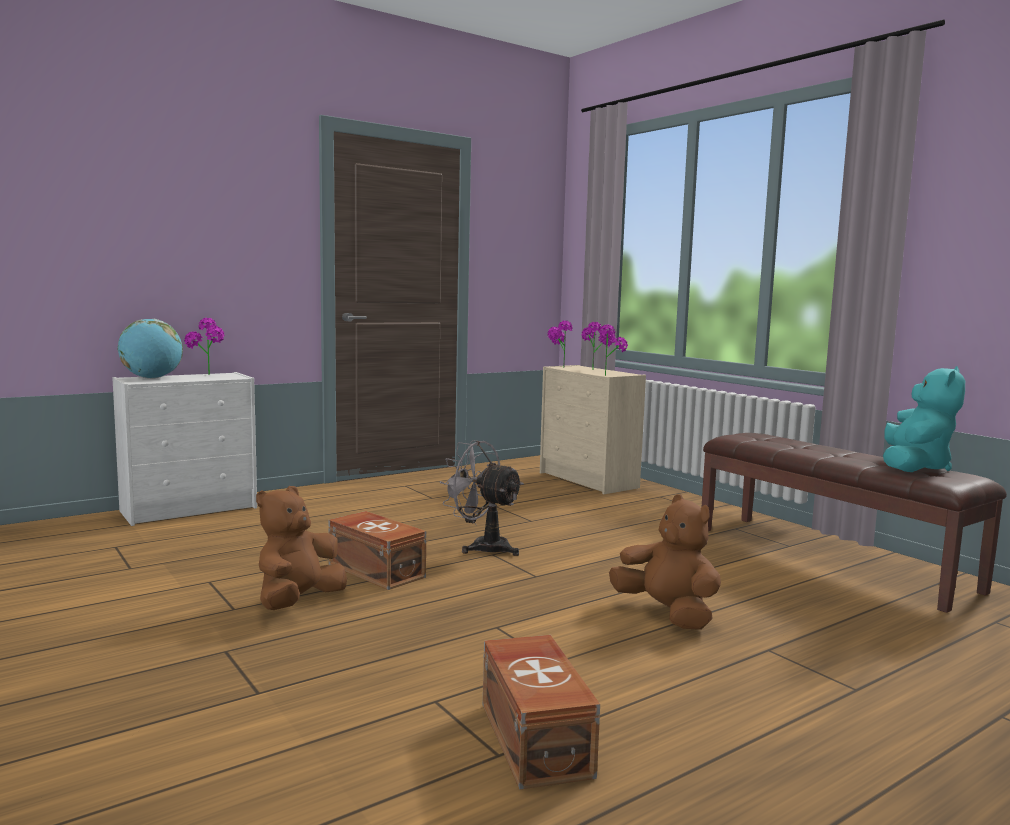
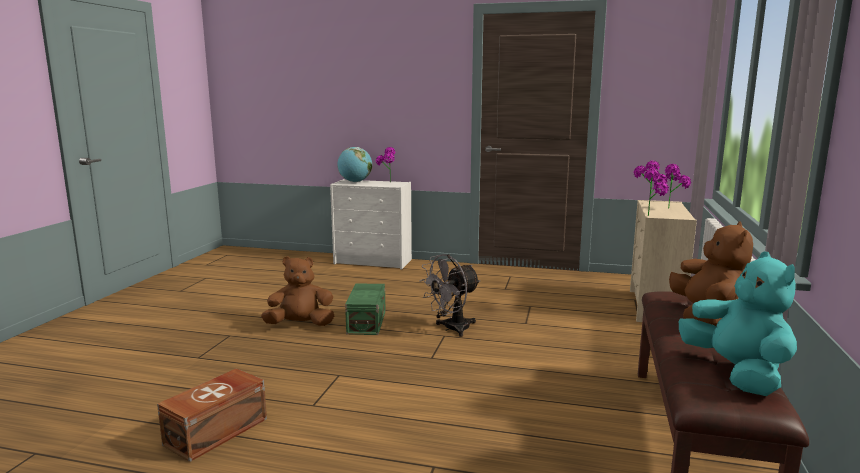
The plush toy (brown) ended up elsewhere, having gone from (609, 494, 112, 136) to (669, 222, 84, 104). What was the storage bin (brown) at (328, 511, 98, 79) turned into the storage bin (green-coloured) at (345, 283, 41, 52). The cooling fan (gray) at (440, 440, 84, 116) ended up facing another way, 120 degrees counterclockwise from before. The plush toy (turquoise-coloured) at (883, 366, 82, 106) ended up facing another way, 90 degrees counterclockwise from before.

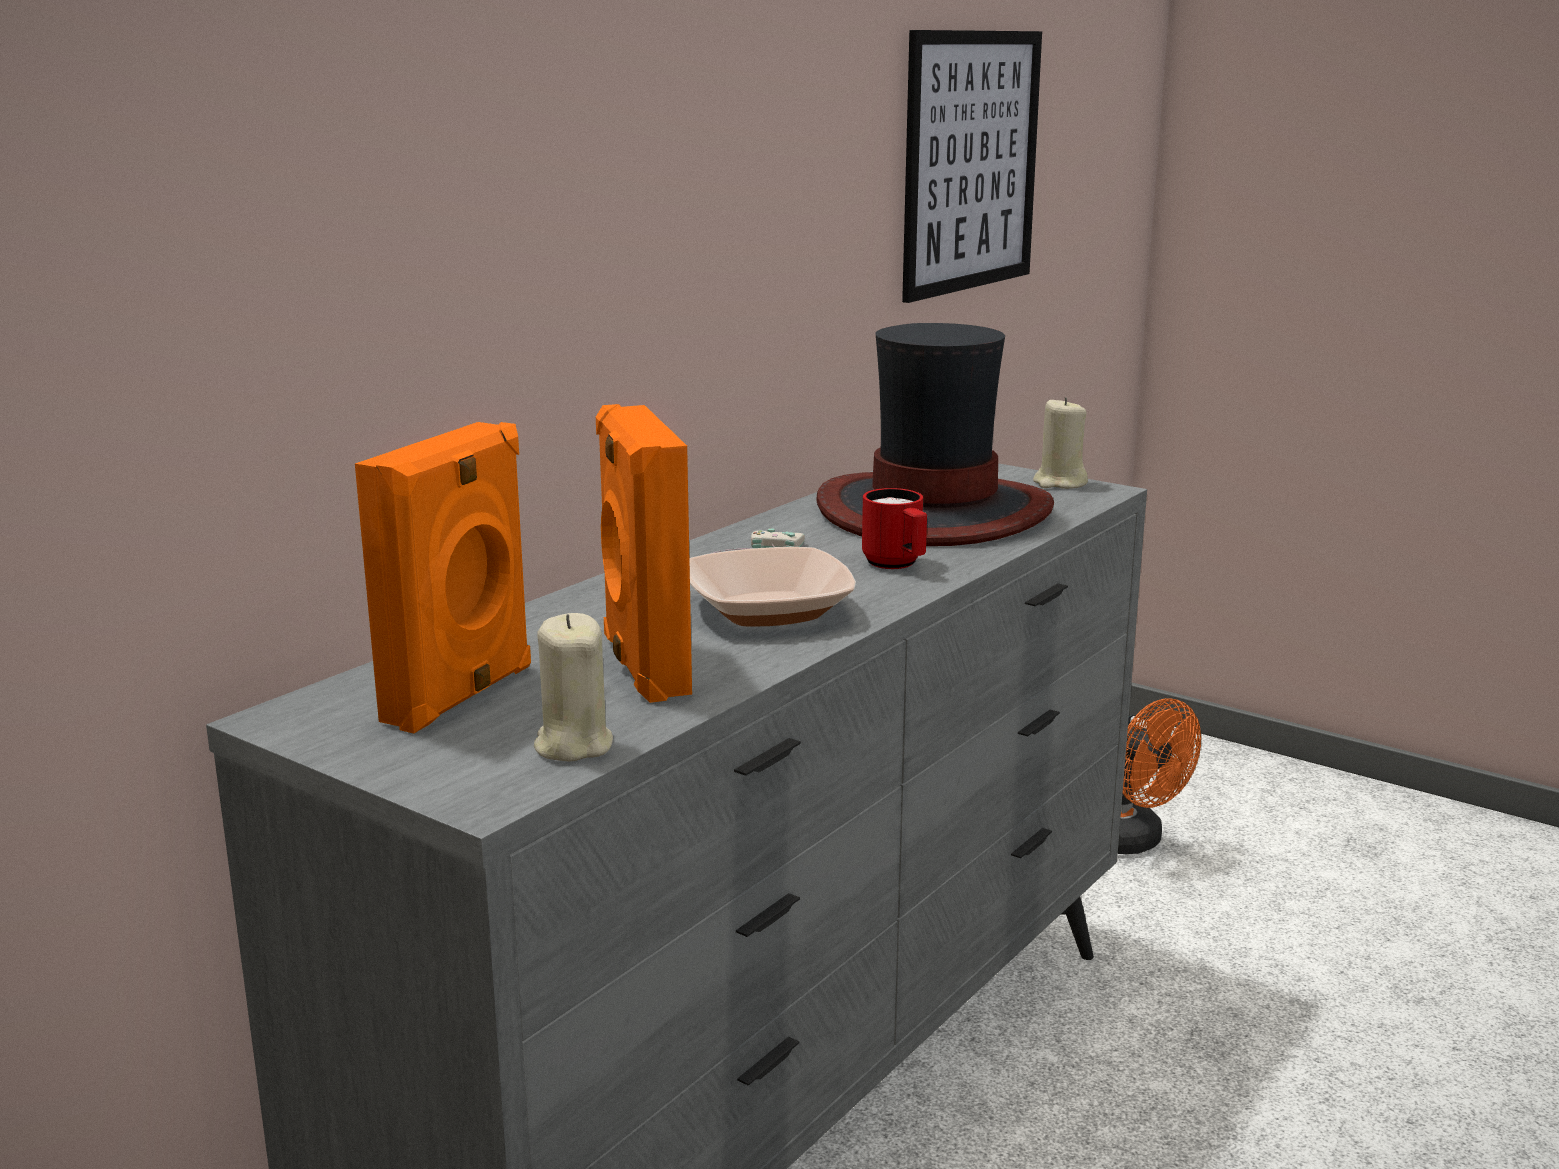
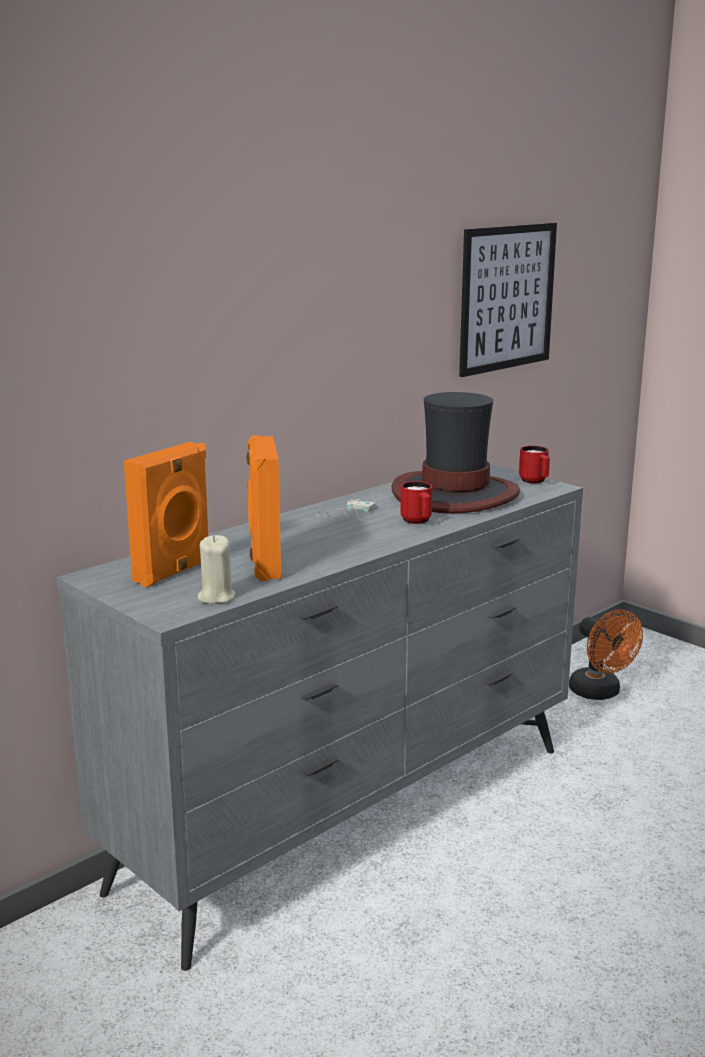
The second view lost the bowl at (689, 547, 167, 80). Where the wax light (sand-coloured) stood at (1033, 397, 55, 92), the coffee mug (red-coloured) came to stand at (519, 446, 31, 37).

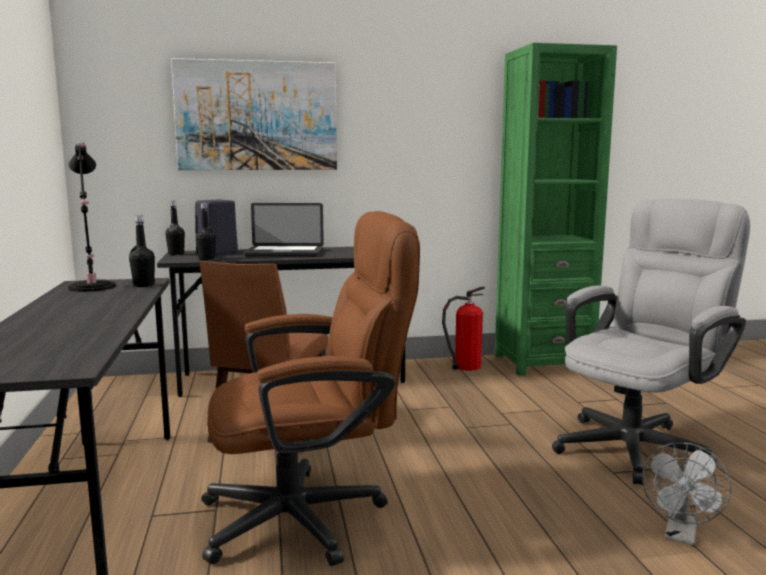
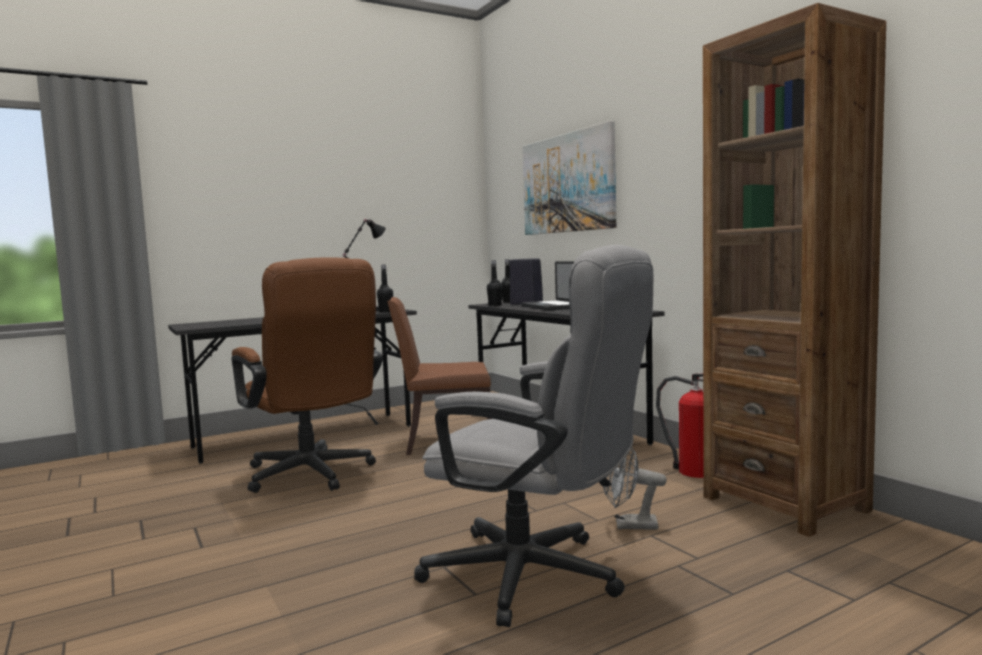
The cooling fan (gray) ended up elsewhere, having gone from (642, 442, 89, 104) to (603, 448, 64, 82). What was the shelving unit (green-coloured) at (495, 43, 122, 333) turned into the shelving unit (brown) at (703, 3, 183, 534).

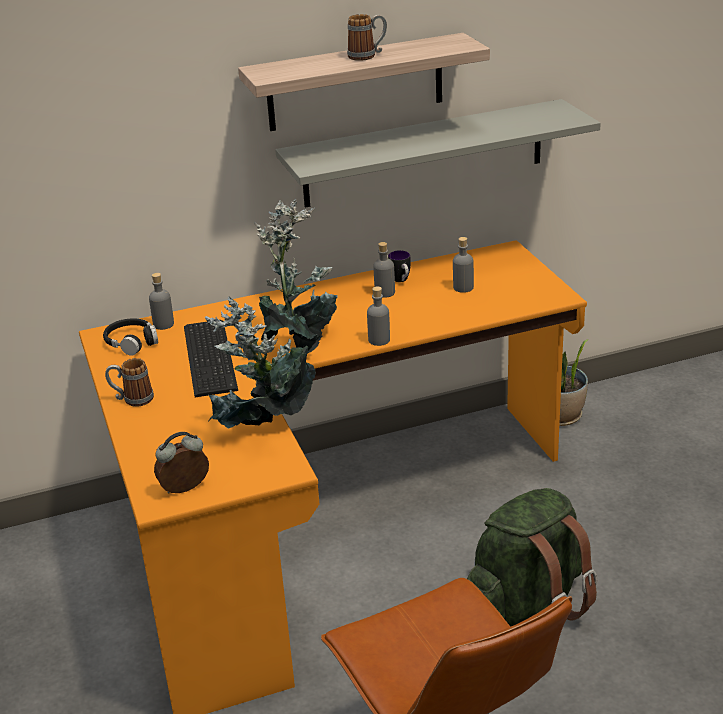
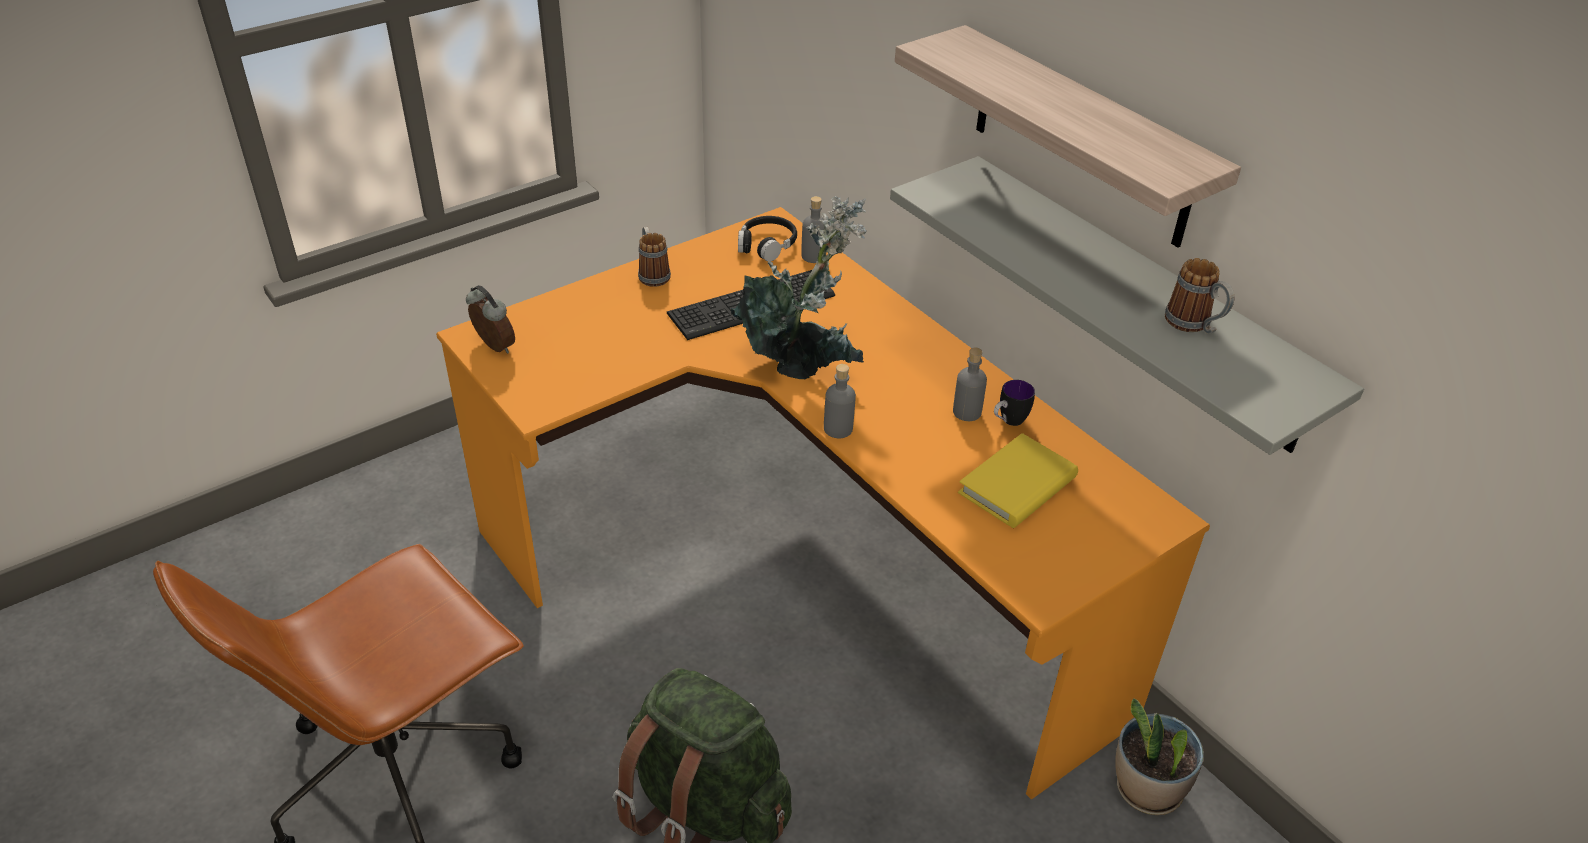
The second view lost the plant in a pot at (205, 296, 111, 133). The coffee mug ended up elsewhere, having gone from (347, 14, 40, 47) to (1165, 258, 69, 76). Where the drink bottle (gray) stood at (453, 237, 21, 56), the bound book (yellow-coloured) came to stand at (958, 433, 120, 95).

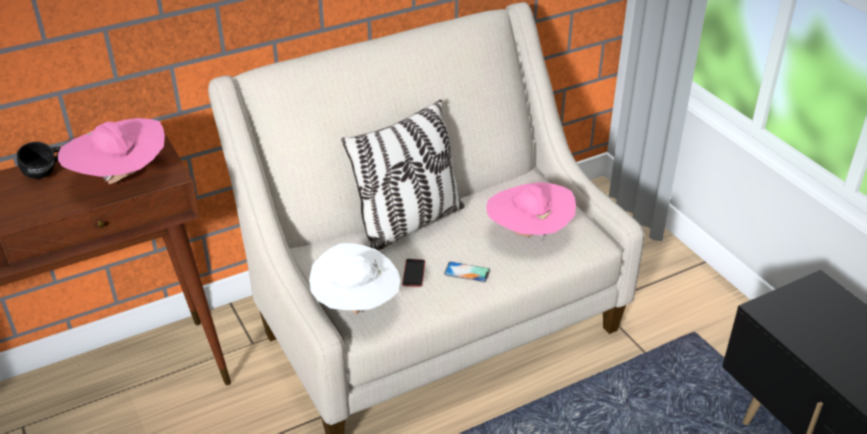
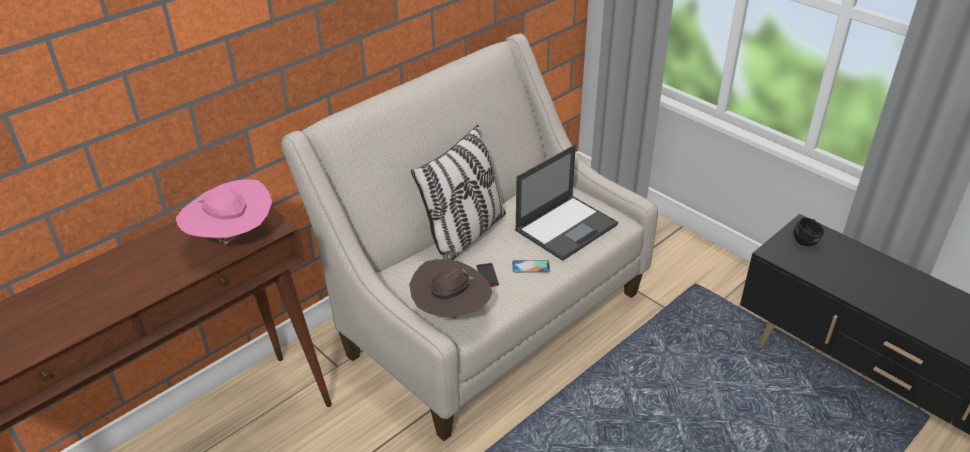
The coffee mug (black) ended up elsewhere, having gone from (17, 142, 43, 37) to (794, 217, 30, 29). Where the wearable hat (pink) stood at (486, 182, 90, 58), the portable computer came to stand at (515, 145, 103, 116). What was the wearable hat (whitish) at (309, 243, 92, 71) turned into the wearable hat (brown) at (409, 259, 83, 60).

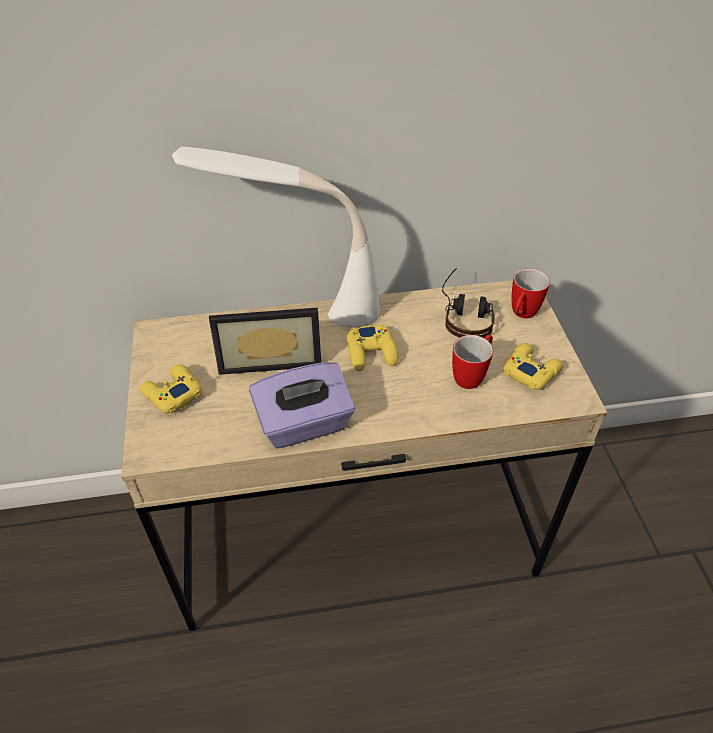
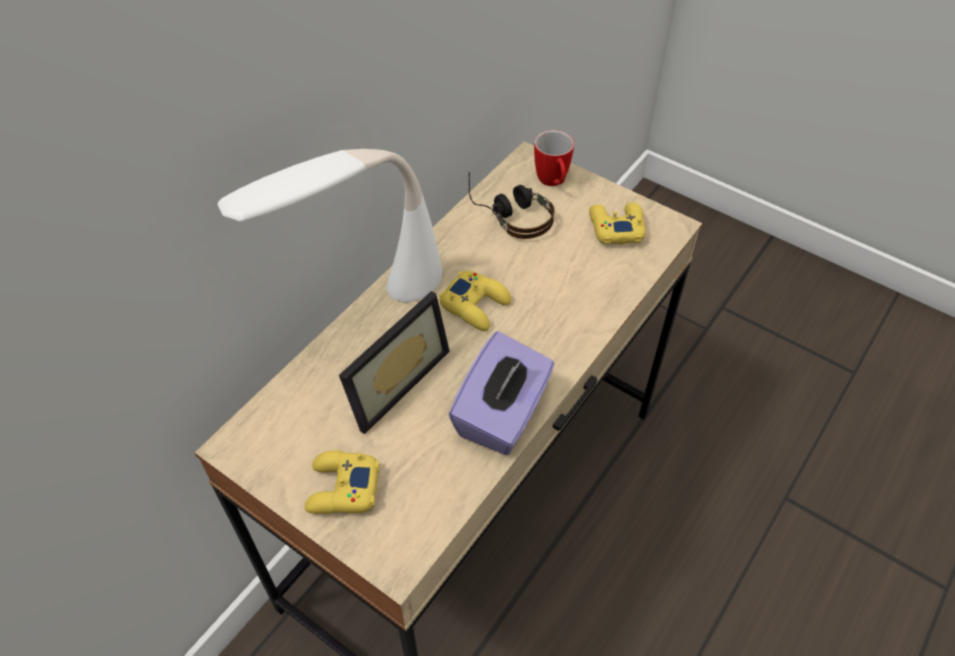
The second view lost the coffee mug at (452, 334, 41, 55).

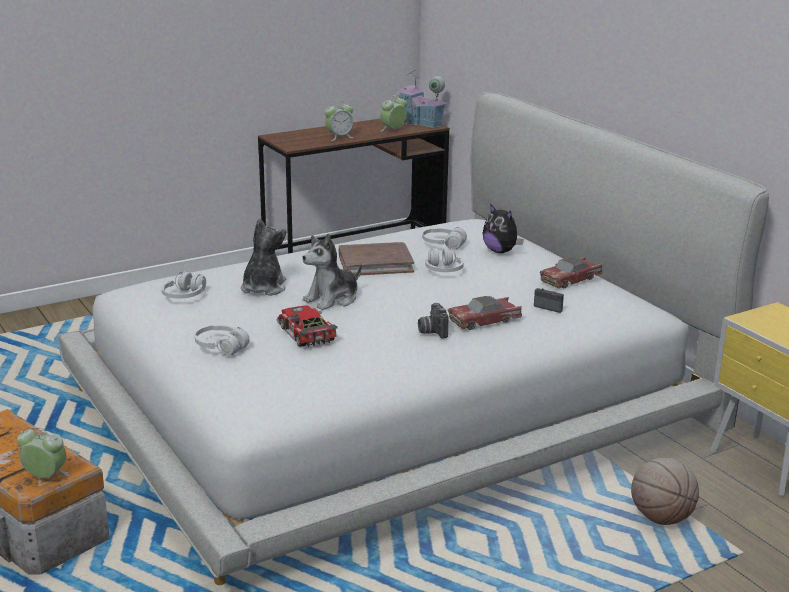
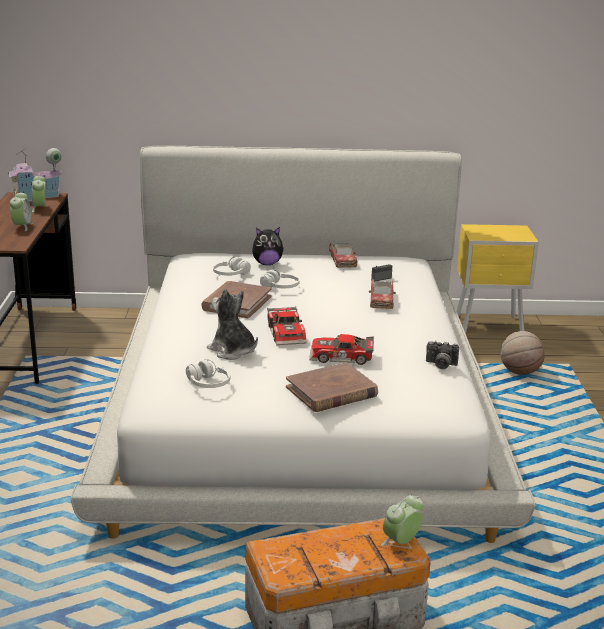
The still camera ended up elsewhere, having gone from (418, 303, 30, 36) to (426, 341, 33, 28). Where the pair of headphones (whitish) stood at (195, 325, 55, 31), the bound book (brown) came to stand at (286, 362, 92, 50). Where the plush toy stood at (302, 234, 60, 76), the model car came to stand at (267, 307, 40, 38).

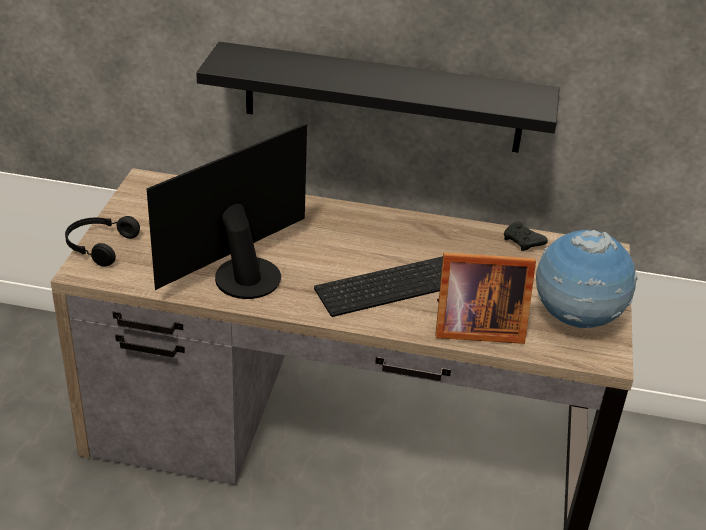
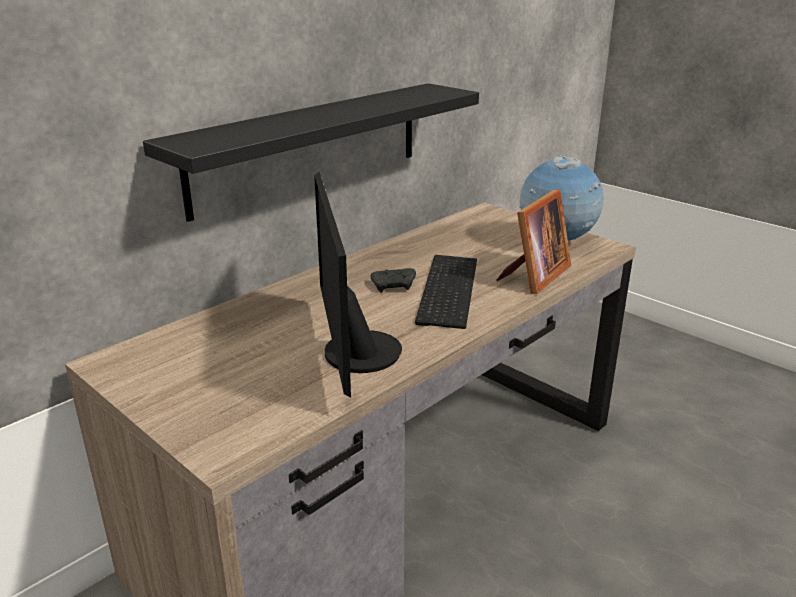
The second view lost the pair of headphones (black) at (65, 216, 75, 51). The joypad (black) ended up elsewhere, having gone from (504, 221, 44, 30) to (371, 268, 45, 25).

